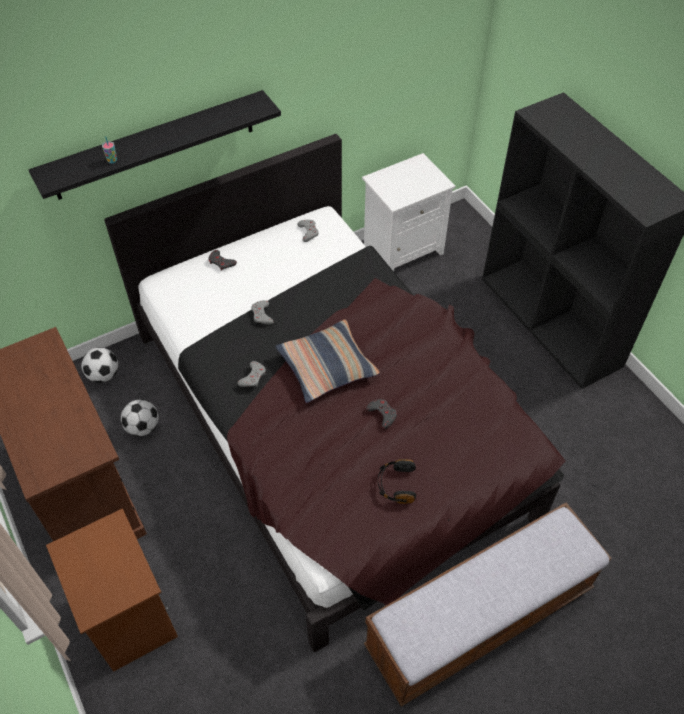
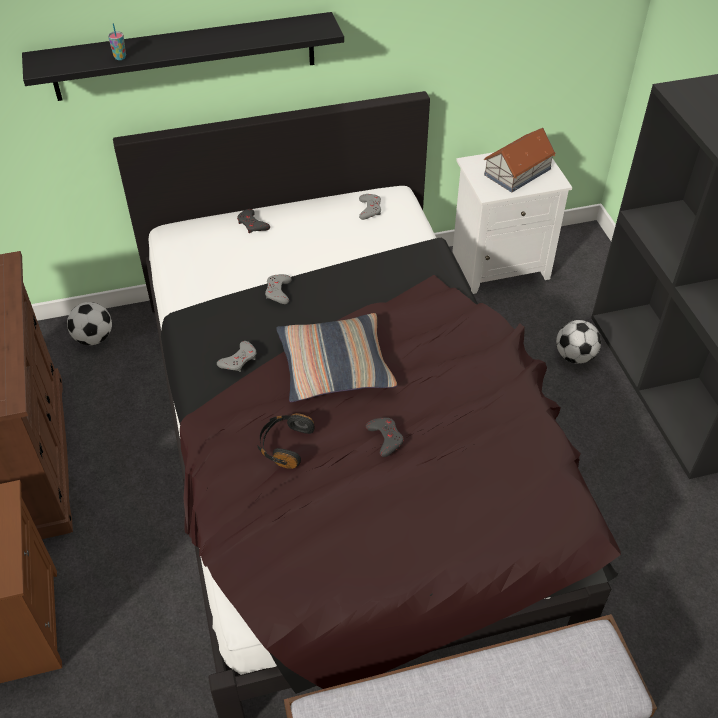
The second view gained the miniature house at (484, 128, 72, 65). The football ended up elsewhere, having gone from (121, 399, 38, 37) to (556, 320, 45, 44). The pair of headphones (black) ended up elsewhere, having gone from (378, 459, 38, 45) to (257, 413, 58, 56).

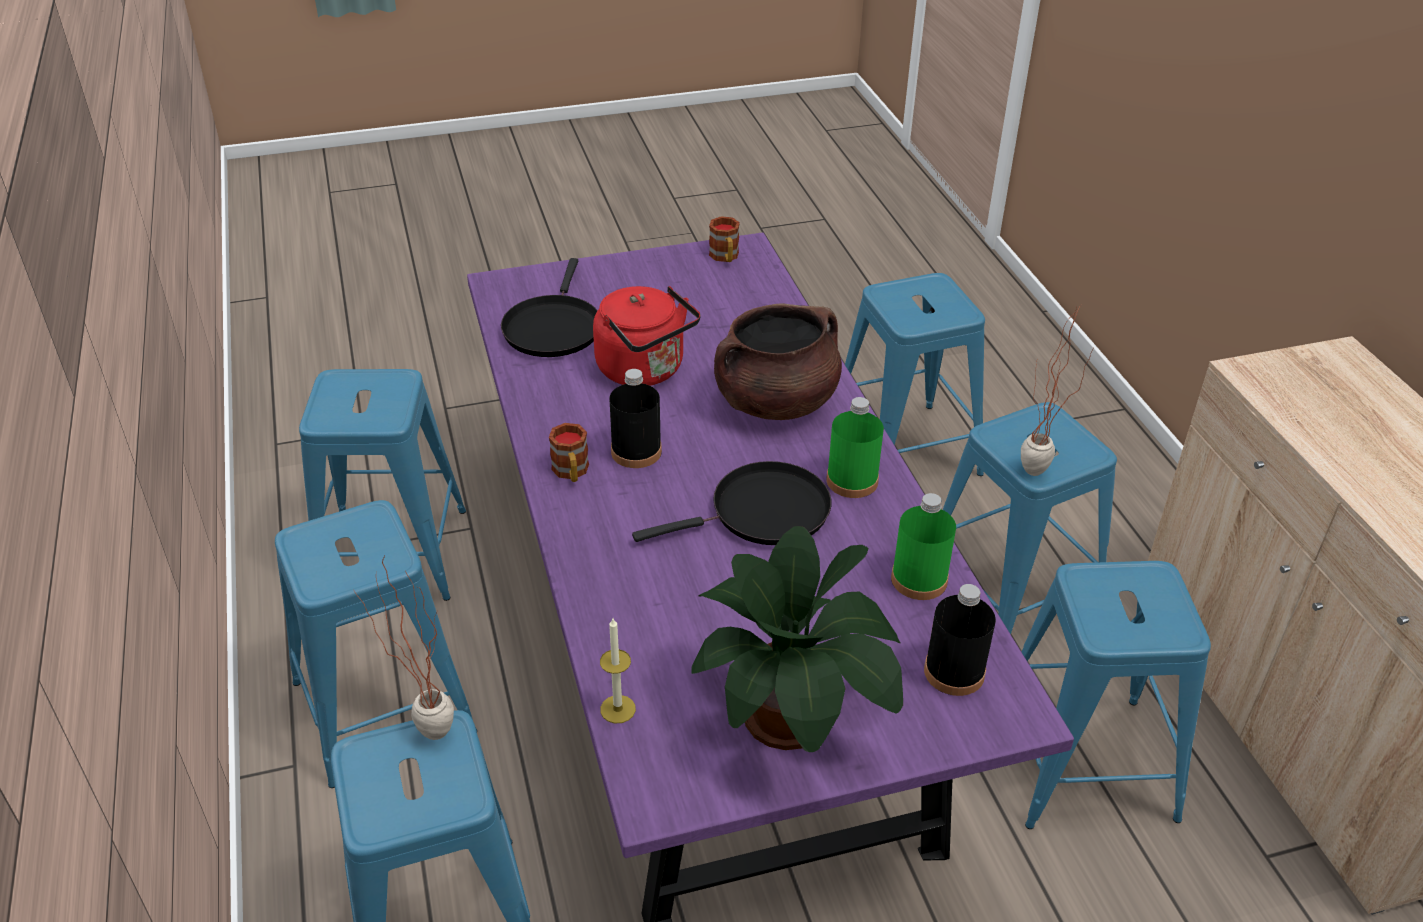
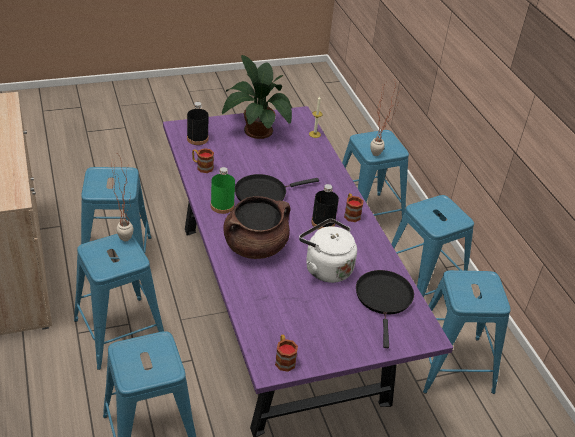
Where the drink bottle (green-coloured) stood at (891, 493, 65, 107), the coffee mug came to stand at (192, 148, 22, 25). What was the tea kettle (red-coloured) at (593, 286, 107, 100) turned into the tea kettle (whitish) at (299, 219, 58, 64).

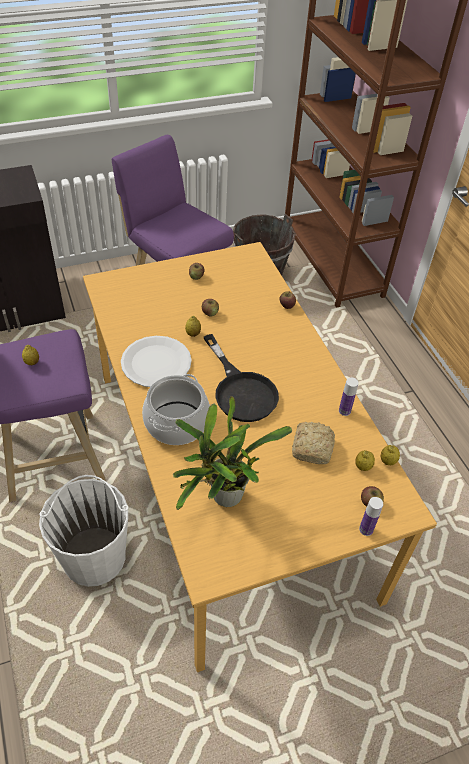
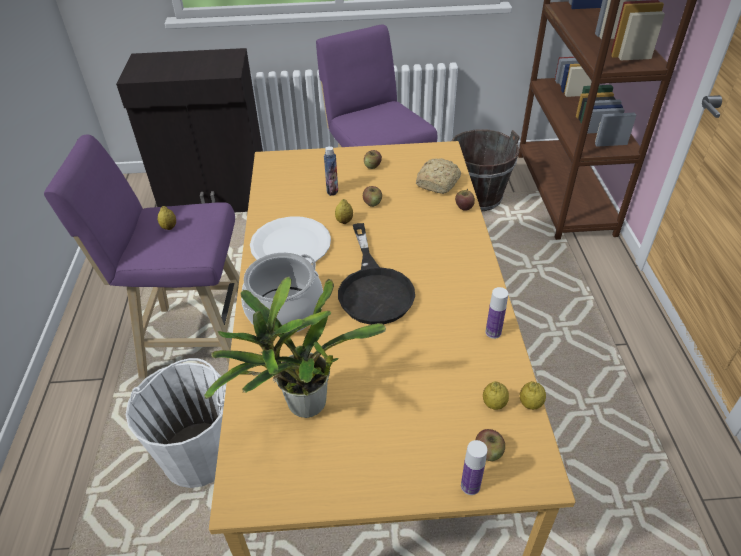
The second view gained the drink bottle at (324, 146, 14, 50). The bread ended up elsewhere, having gone from (292, 422, 43, 42) to (416, 158, 45, 36).

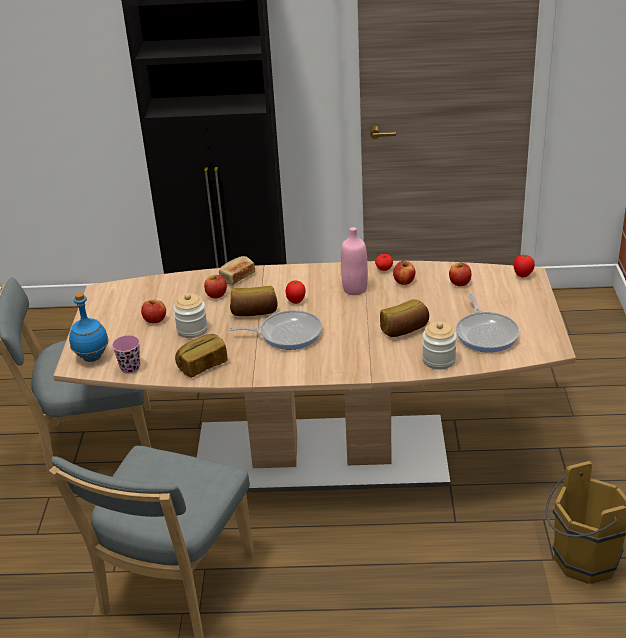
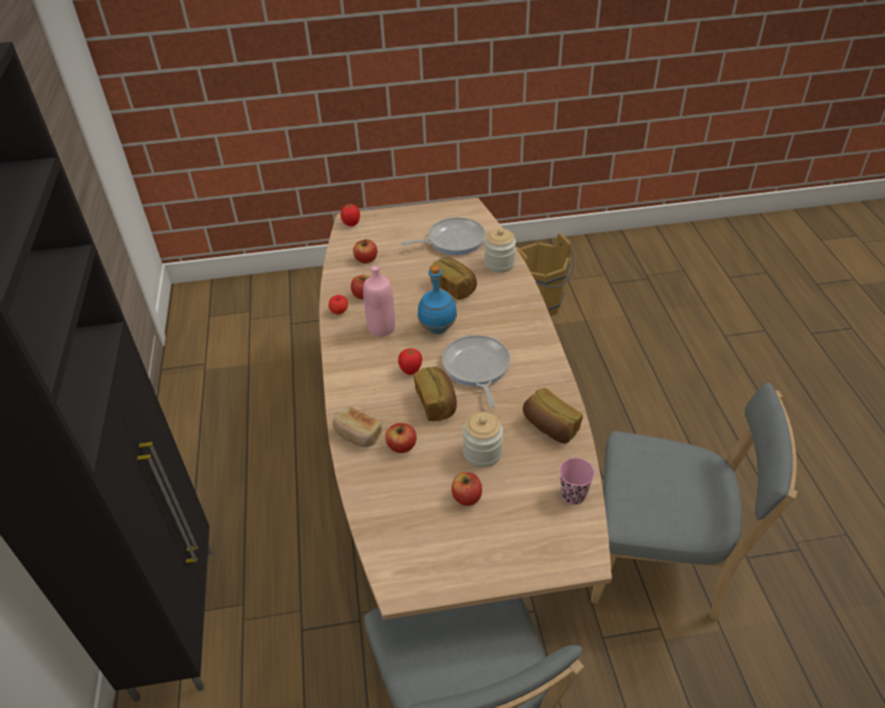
The drink bottle (blue) ended up elsewhere, having gone from (69, 293, 40, 69) to (418, 265, 39, 69).

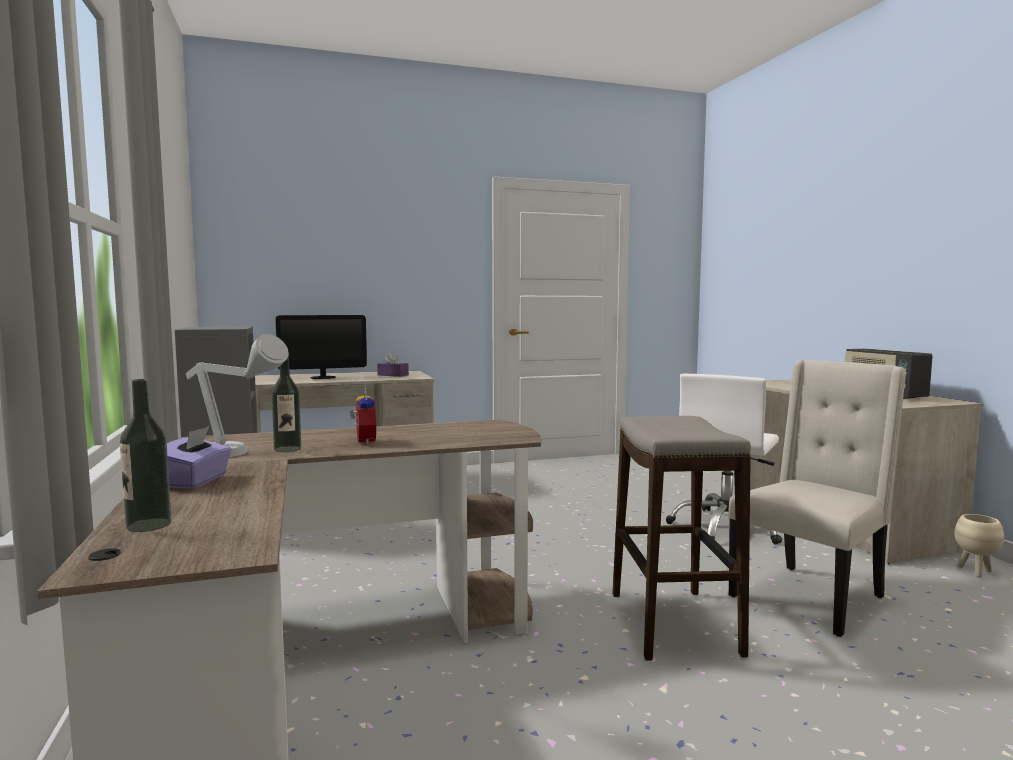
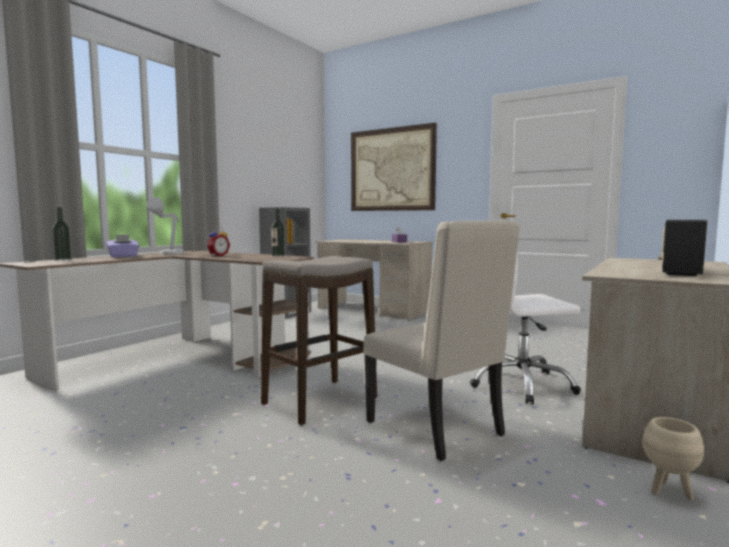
The second view lost the computer screen at (276, 315, 91, 64). The second view gained the picture at (351, 123, 86, 88). The drink bottle ended up elsewhere, having gone from (272, 354, 29, 98) to (271, 208, 14, 49). The chair (sand-coloured) at (728, 360, 179, 277) ended up facing another way, 45 degrees clockwise from before.

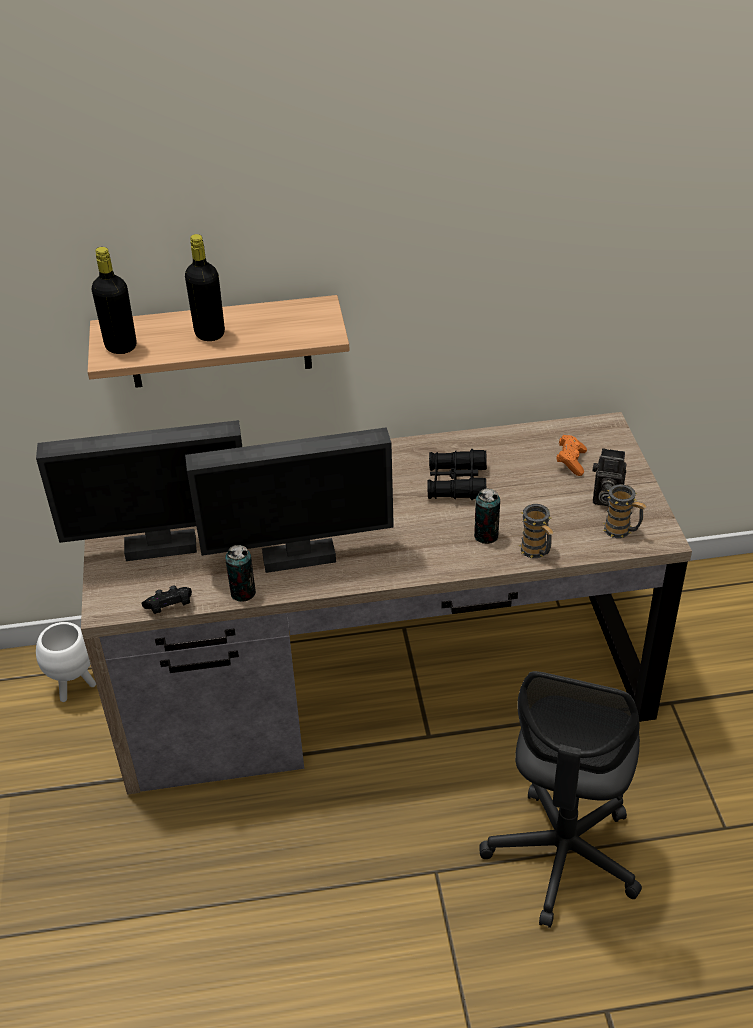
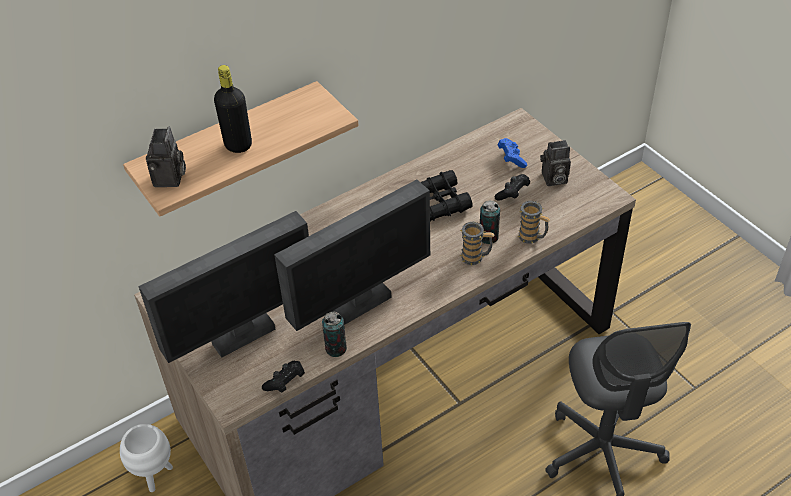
The second view gained the joypad (black) at (494, 174, 36, 27). The coffee mug ended up elsewhere, having gone from (603, 484, 44, 54) to (459, 222, 36, 43). Where the drink bottle (black) stood at (92, 247, 45, 107), the still camera came to stand at (146, 127, 40, 60). What was the joypad (orange) at (556, 435, 31, 41) turned into the joypad (blue) at (498, 138, 29, 30).

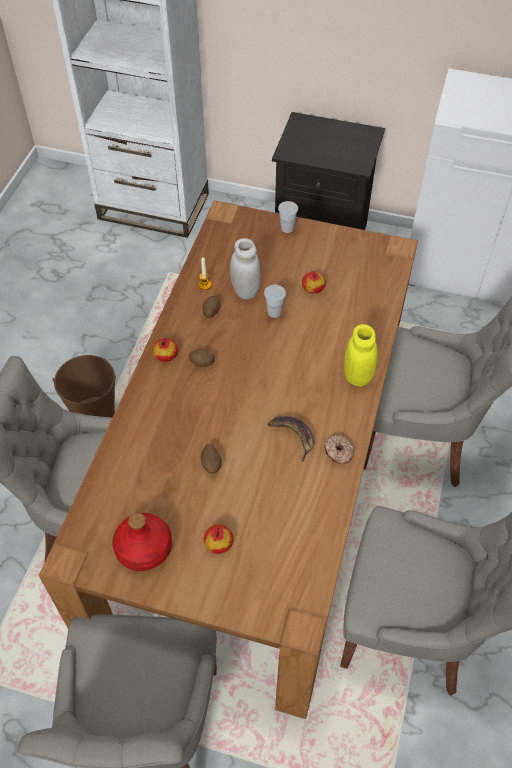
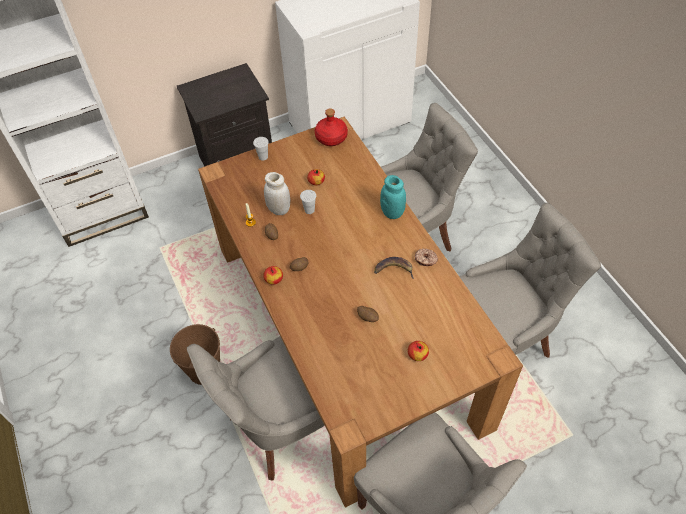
The drink bottle (red-coloured) ended up elsewhere, having gone from (112, 513, 60, 58) to (315, 109, 33, 37). What was the preserve jar (yellow-coloured) at (344, 324, 34, 63) turned into the preserve jar (turquoise-coloured) at (380, 175, 26, 44).

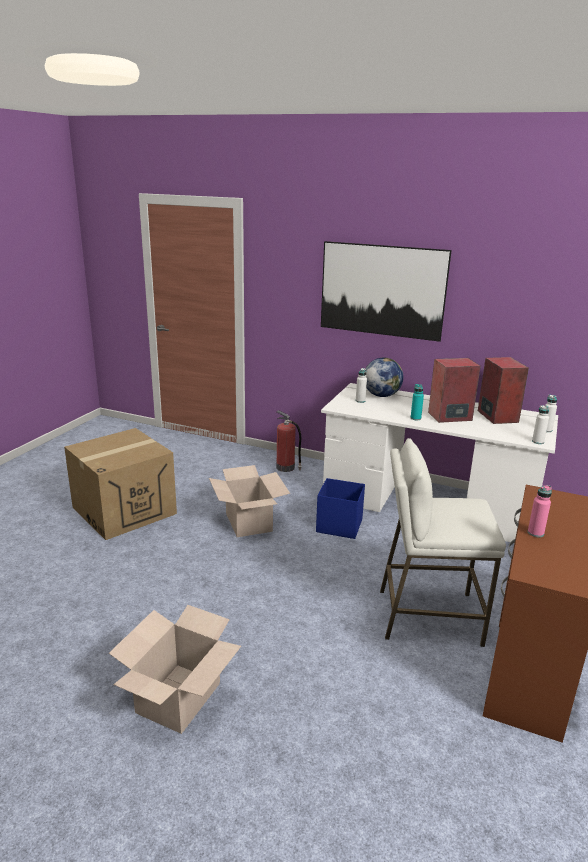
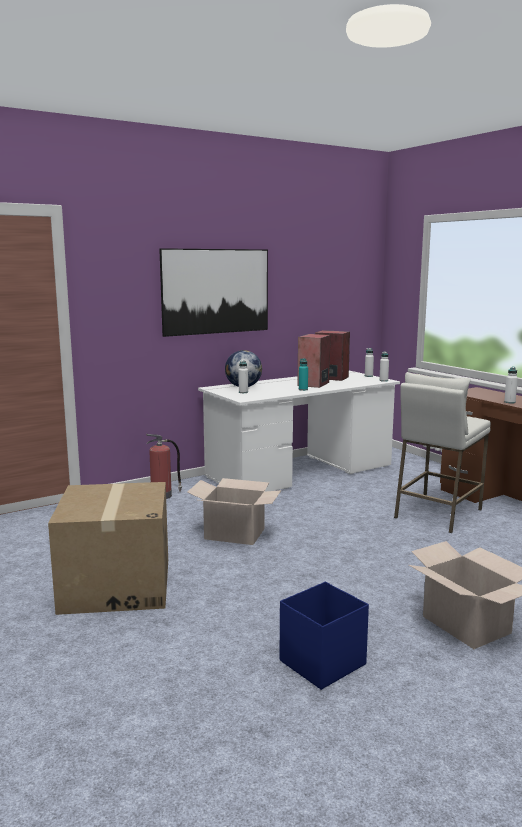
The storage bin (blue) ended up elsewhere, having gone from (316, 478, 49, 61) to (279, 582, 90, 108). What was the drink bottle (pink) at (528, 485, 24, 52) turned into the drink bottle (whitish) at (504, 367, 14, 36).

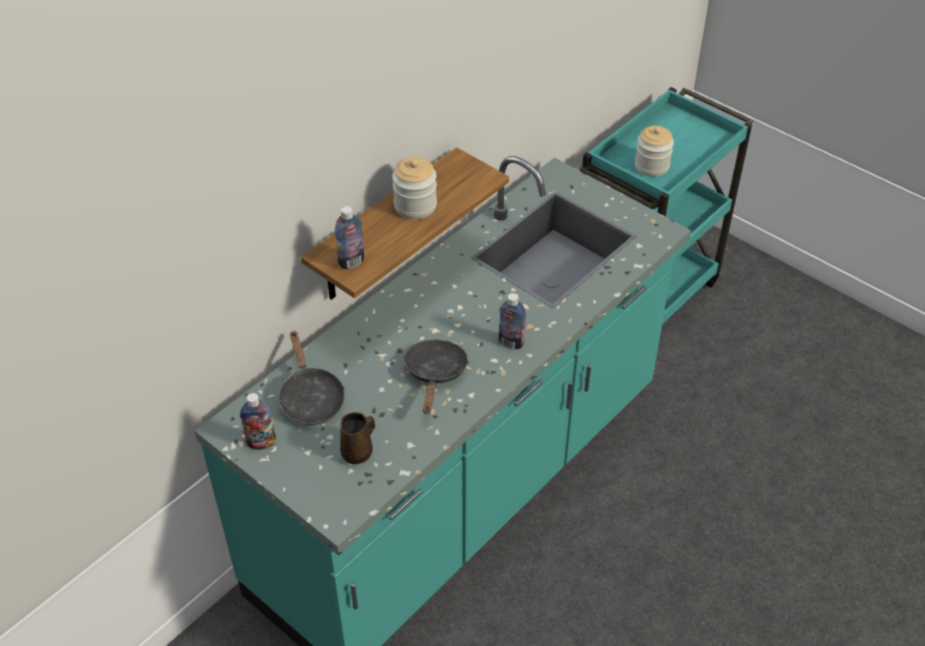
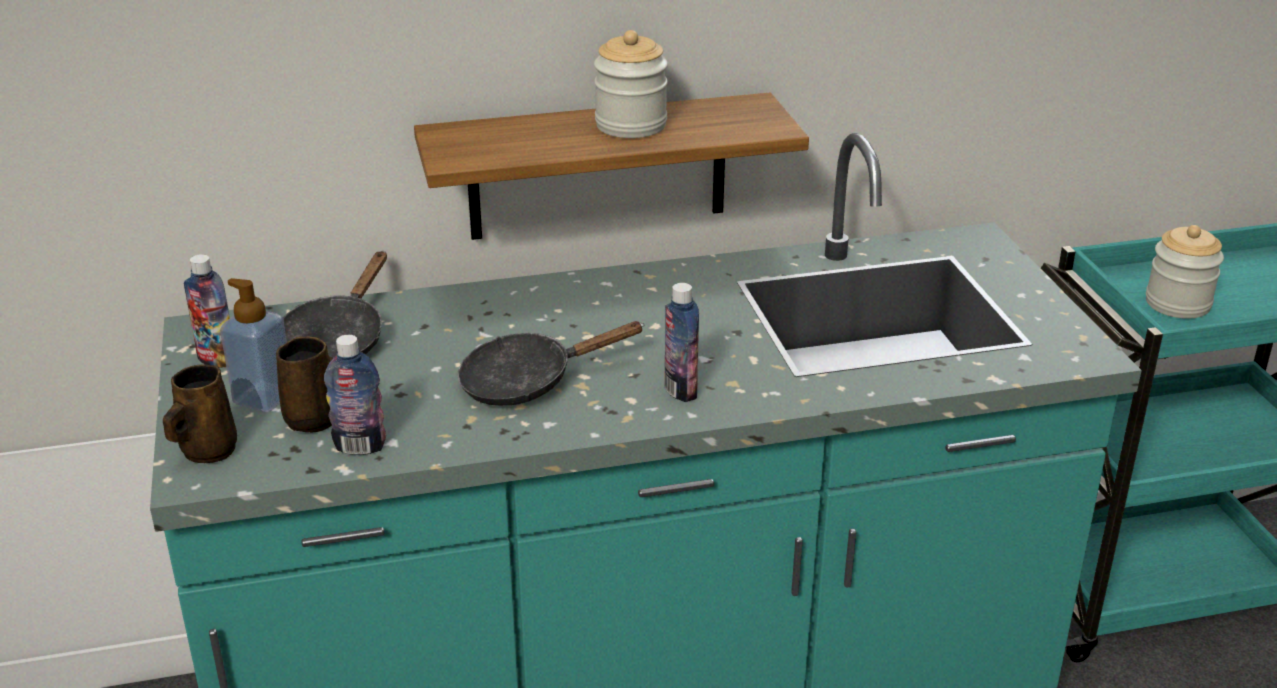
The second view gained the coffee mug (brown) at (163, 364, 74, 99). The second view gained the soap bottle at (220, 278, 67, 134). The drink bottle ended up elsewhere, having gone from (335, 206, 29, 63) to (324, 335, 62, 120). The pan (black) at (404, 339, 65, 75) ended up facing another way, 150 degrees counterclockwise from before.

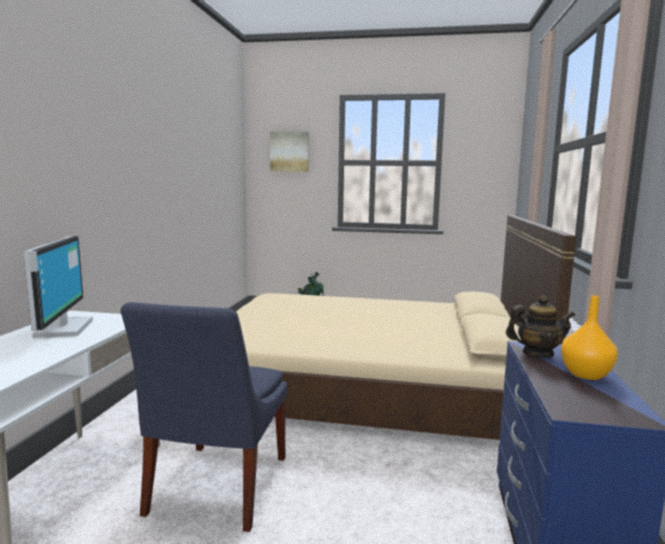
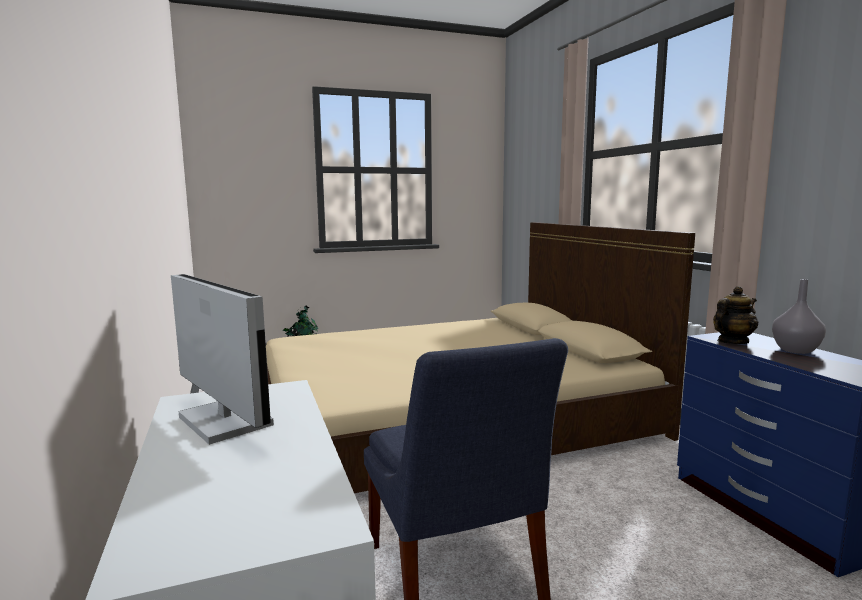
The second view lost the picture at (270, 131, 39, 41). What was the flower vase (orange) at (561, 295, 57, 85) turned into the flower vase (gray) at (772, 279, 54, 75).

